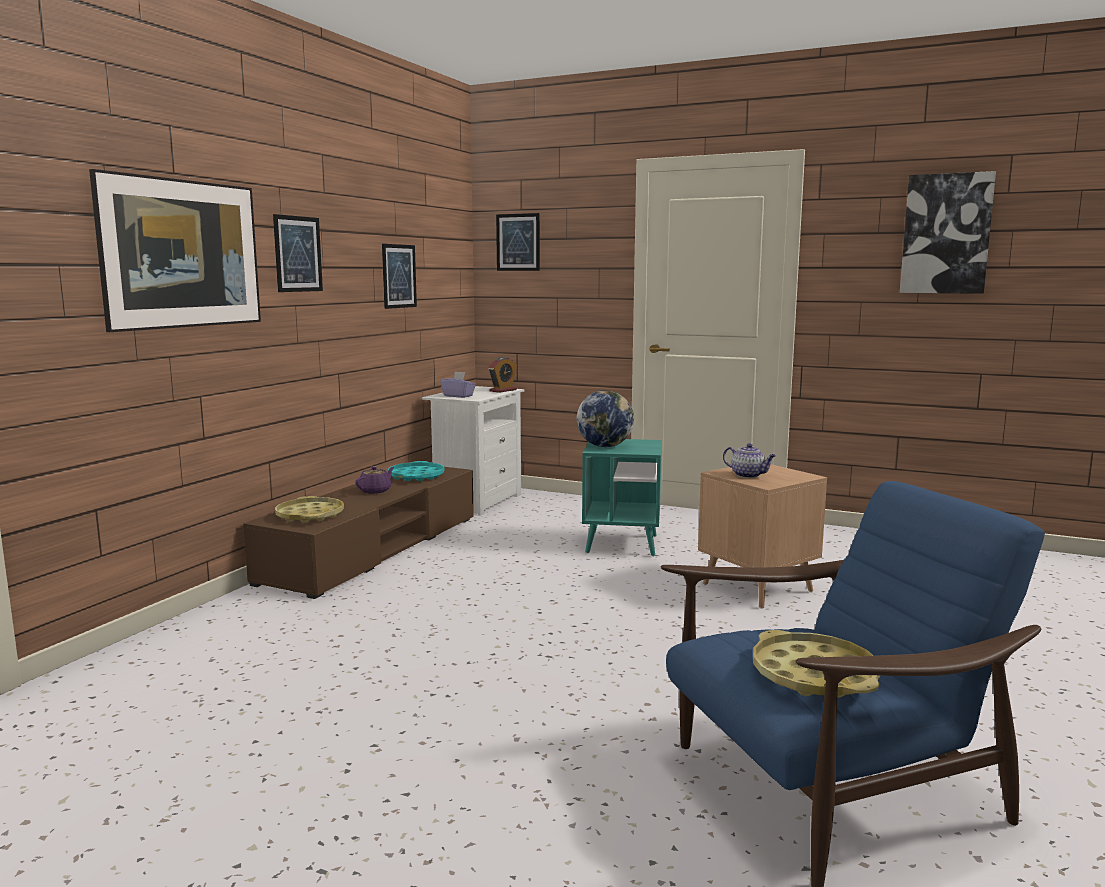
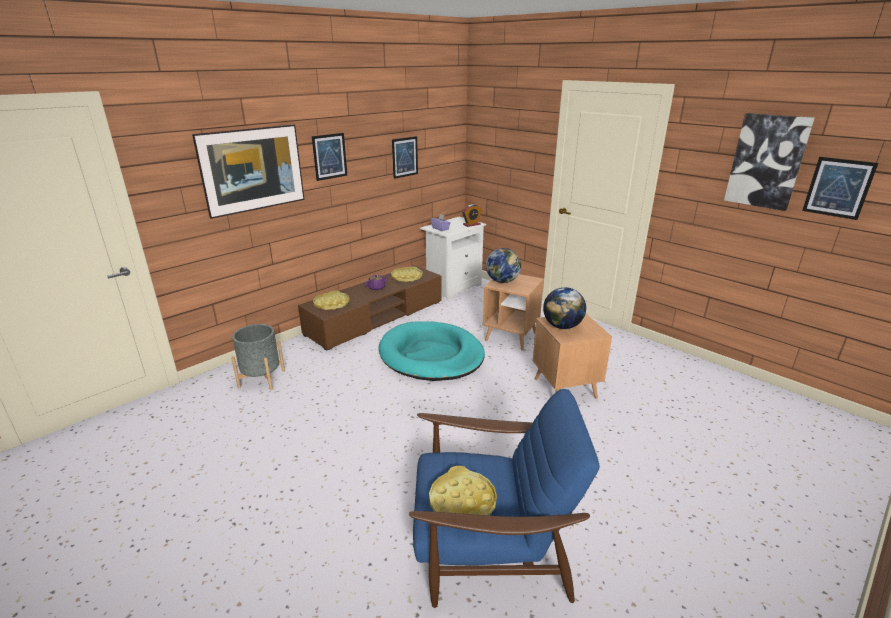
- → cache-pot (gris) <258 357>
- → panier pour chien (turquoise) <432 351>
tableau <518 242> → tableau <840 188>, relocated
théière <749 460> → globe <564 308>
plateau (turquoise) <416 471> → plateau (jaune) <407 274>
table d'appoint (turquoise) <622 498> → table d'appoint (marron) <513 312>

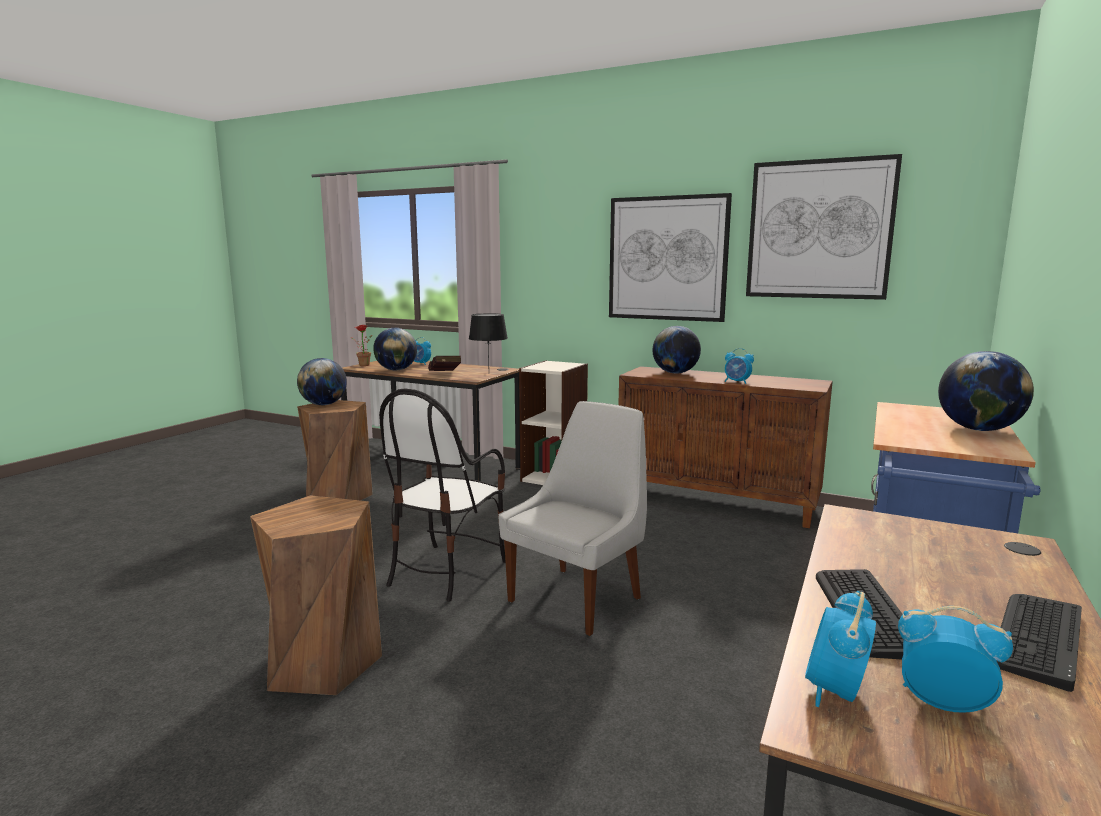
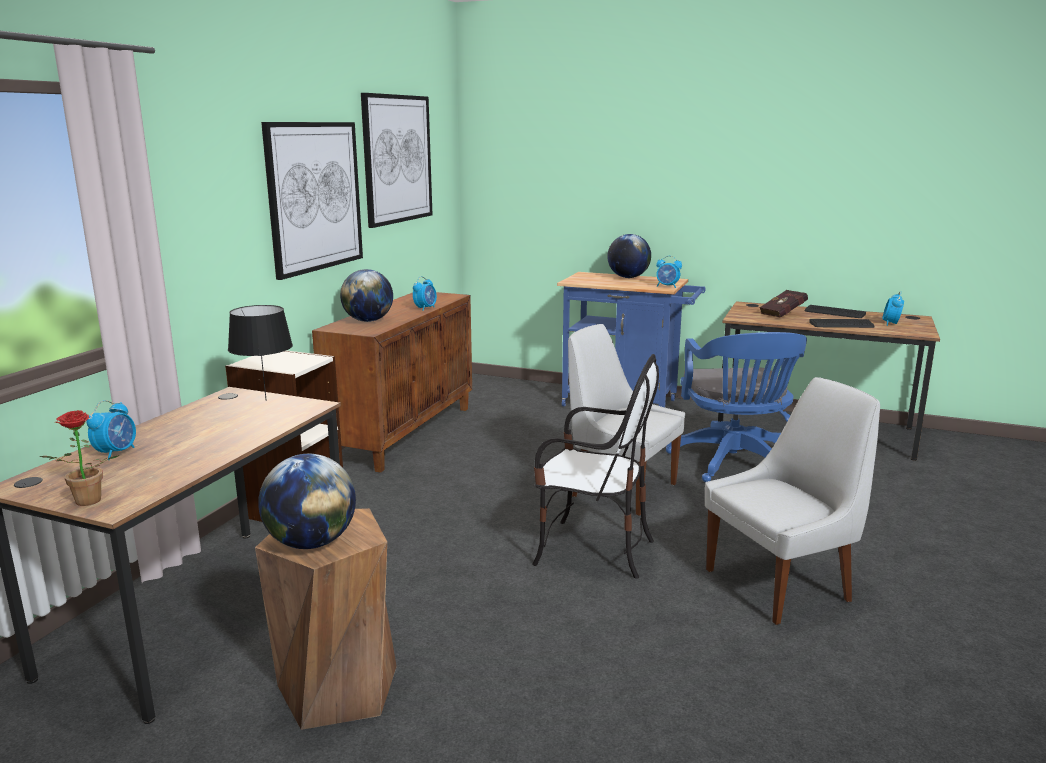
globe <395 349> → -
- → chaise de bureau (bleu) <736 407>
livre (rouge) <444 363> → livre (rouge) <783 304>, relocated
réveil <840 649> → réveil <669 272>, relocated
tabouret (marron) <316 595> → chaise (blanc) <792 501>

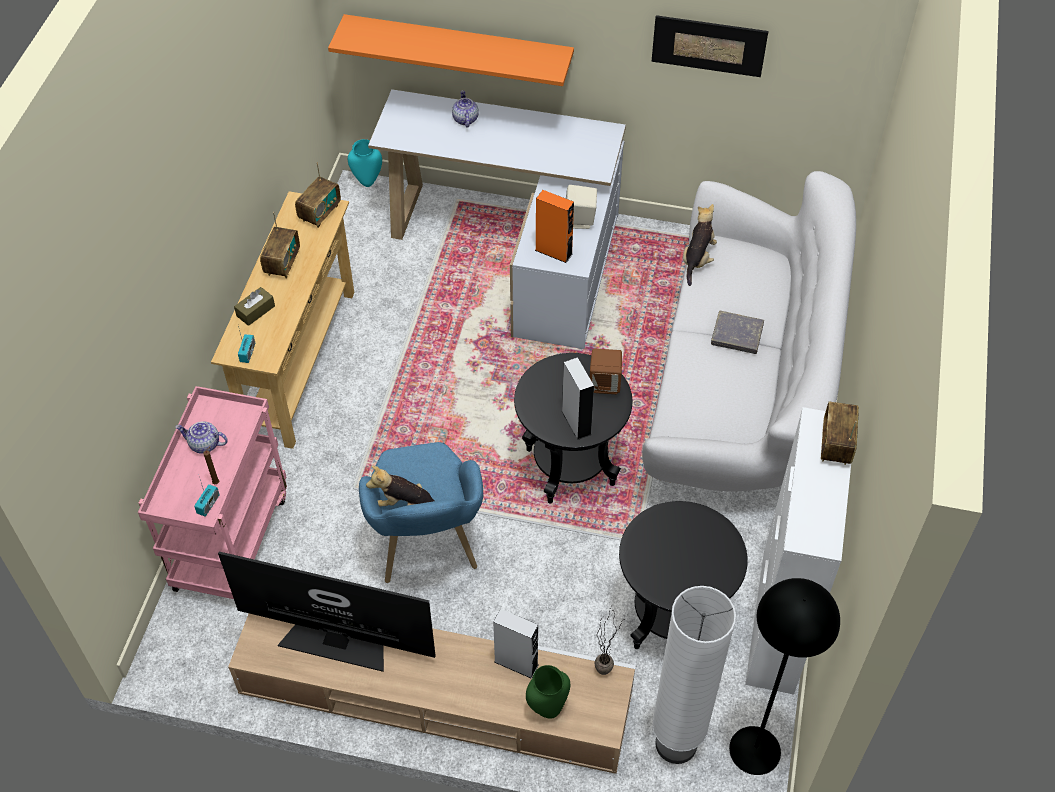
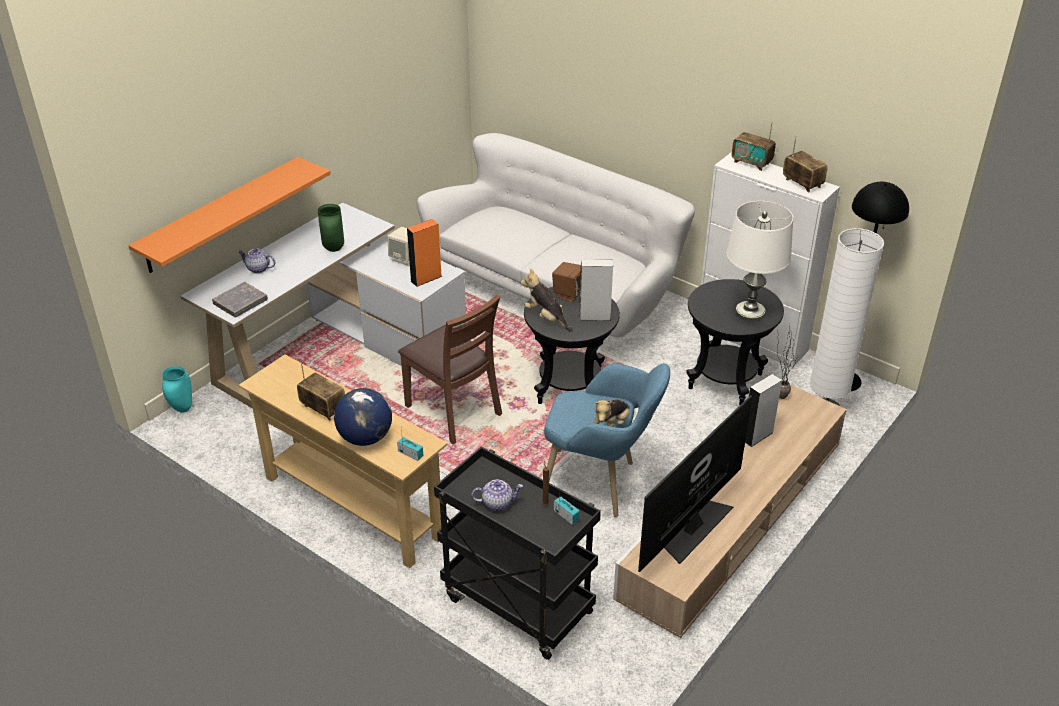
tableau <710 46> → -
- → chaise (marron) <450 369>
- → lampe de table (blanc) <759 261>
radio <318 195> → radio <805 164>, relocated
vase (vert) <548 692> → vase (vert) <331 228>, relocated
peluche <700 245> → peluche <547 300>, relocated
livre (gris) <737 332> → livre (gris) <240 300>, relocated
boîte à mouchoirs (marron) <254 306> → globe <363 417>
chariot (rose) <212 492> → chariot (noir) <517 553>
théière <202 437> → théière <497 495>, 135 degrees counterclockwise

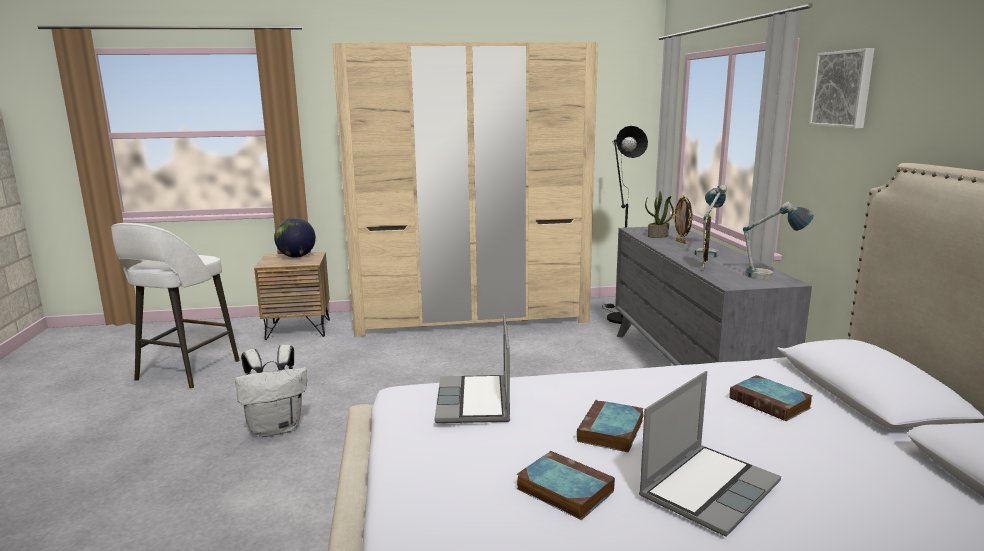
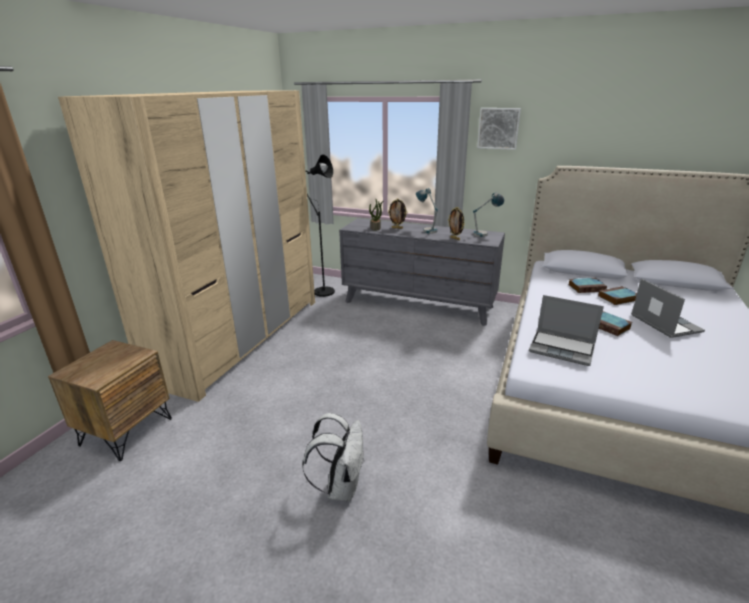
tabouret (blanc) <175 306> → -
globe <295 238> → -
livre <566 485> → livre <617 295>, relocated

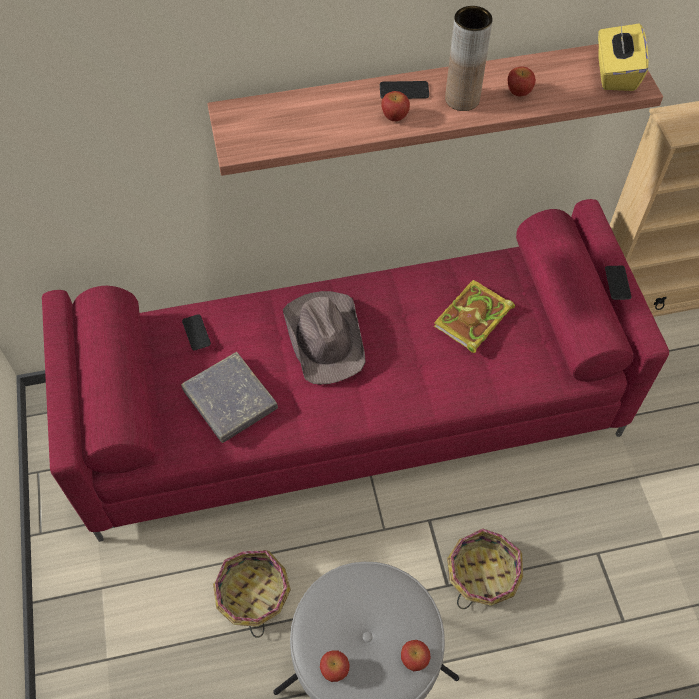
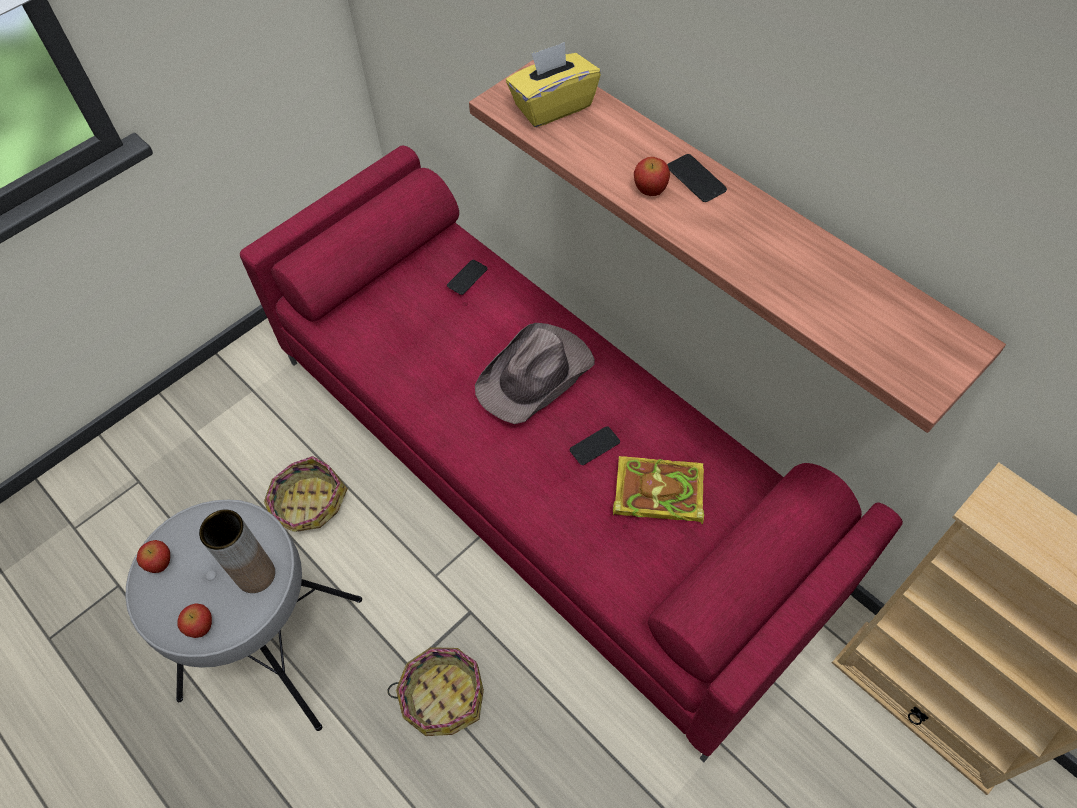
livre (gris) <229 397> → -
pomme <521 81> → -
vase (marron) <469 58> → vase (marron) <237 551>, relocated
boîte à mouchoirs (jaune) <623 57> → boîte à mouchoirs (jaune) <553 84>, relocated
téléphone <618 283> → téléphone <595 445>, relocated

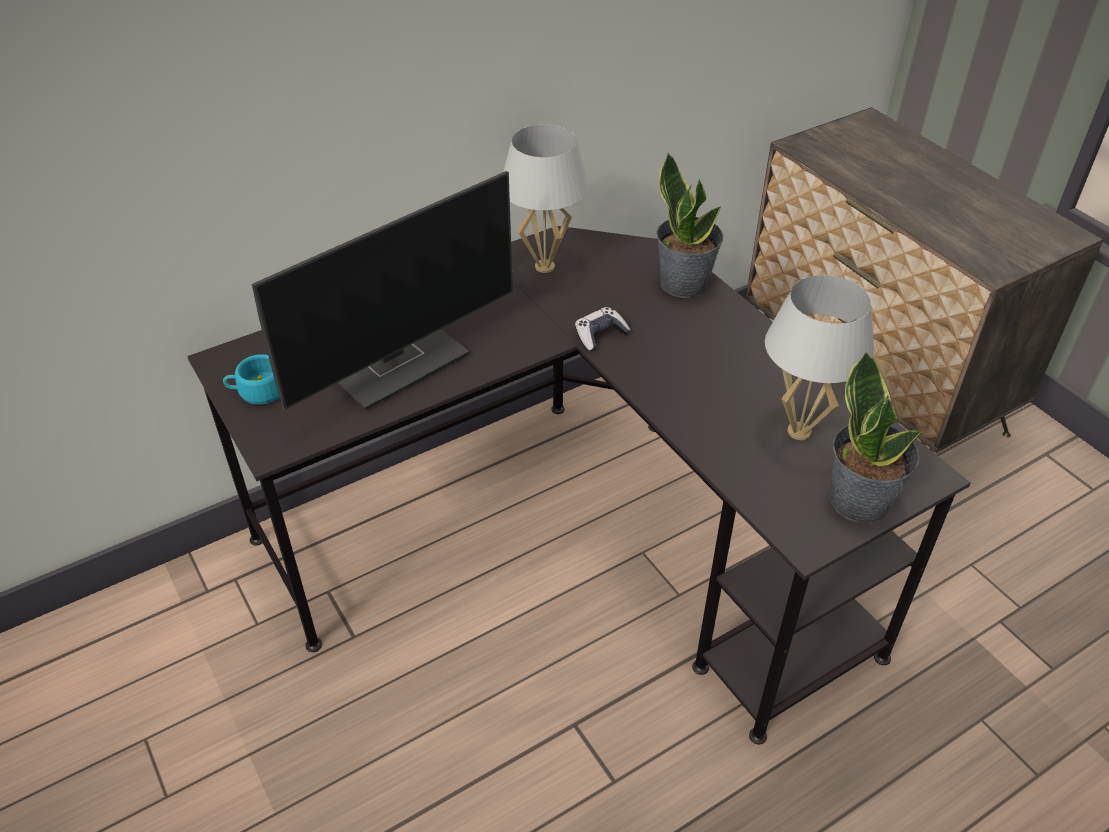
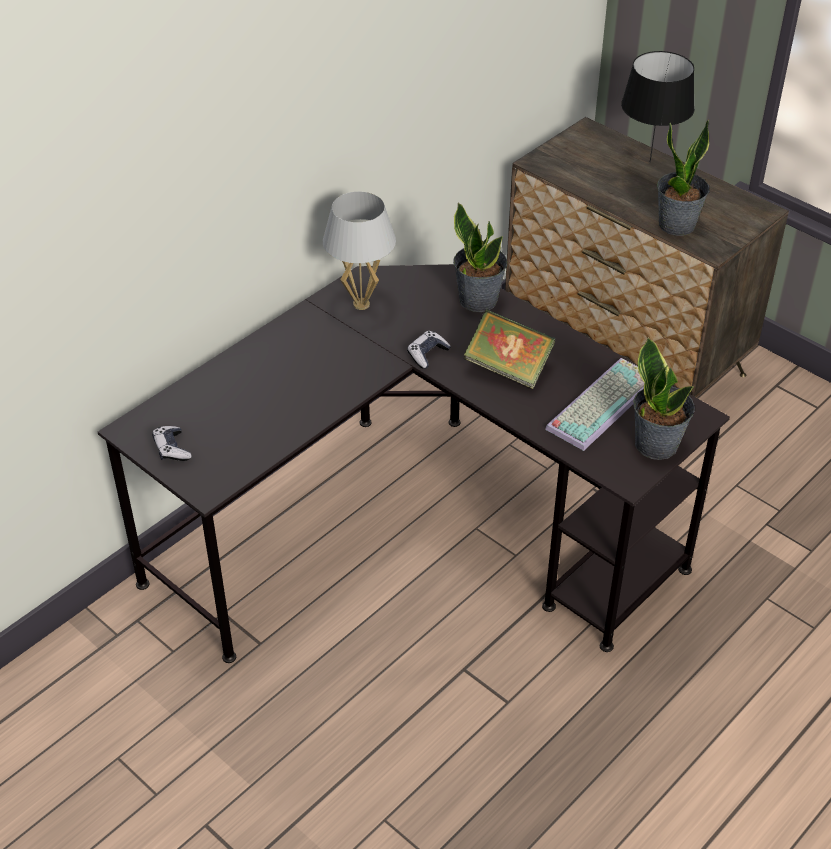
écran d'ordinateur <382 290> → -
- → livre <509 349>
- → lampe de table (noir) <658 106>
- → plante en pot <683 177>
tasse (turquoise) <251 379> → manette <172 443>
lampe de table (blanc) <819 357> → clavier <594 404>

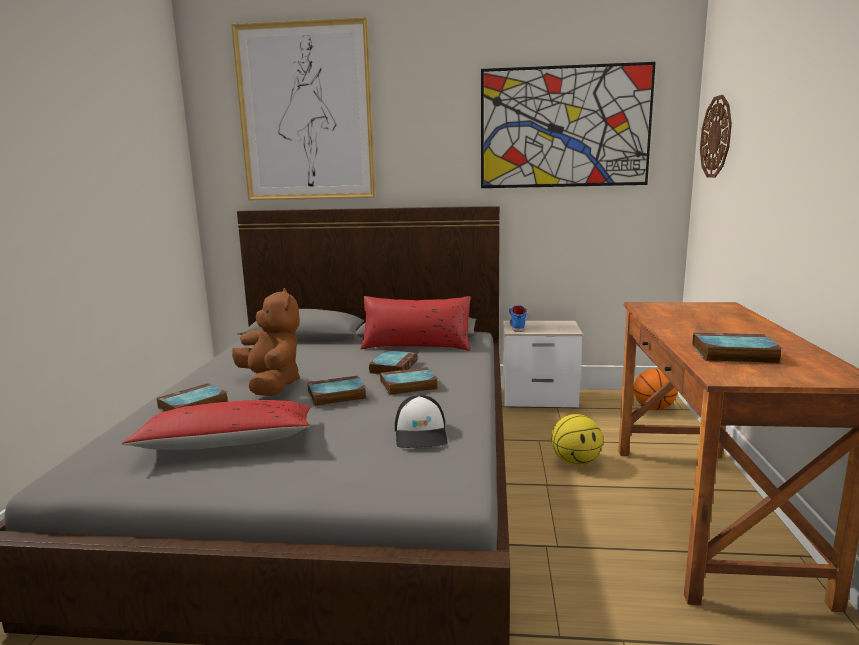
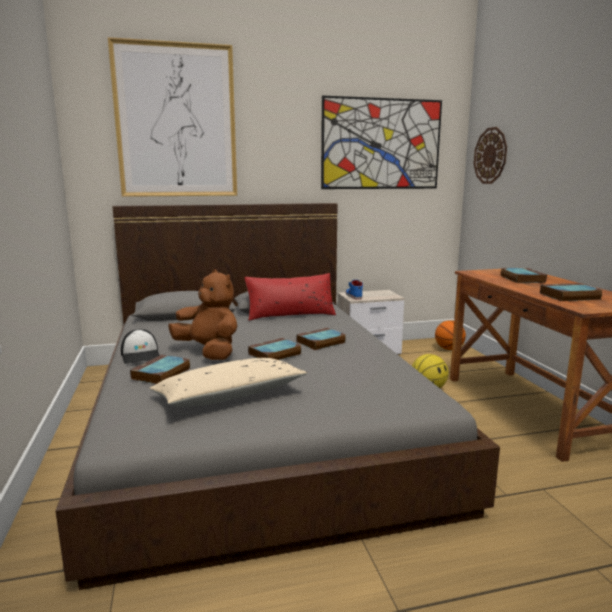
livre <393 362> → livre <524 275>, relocated
casquette <421 421> → casquette <140 346>, relocated
coussin (rouge) <216 425> → coussin (beige) <228 382>

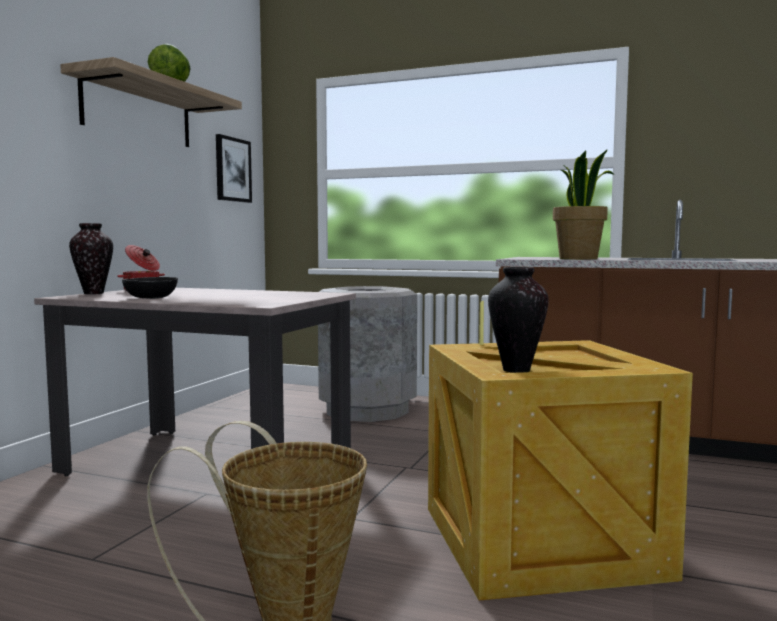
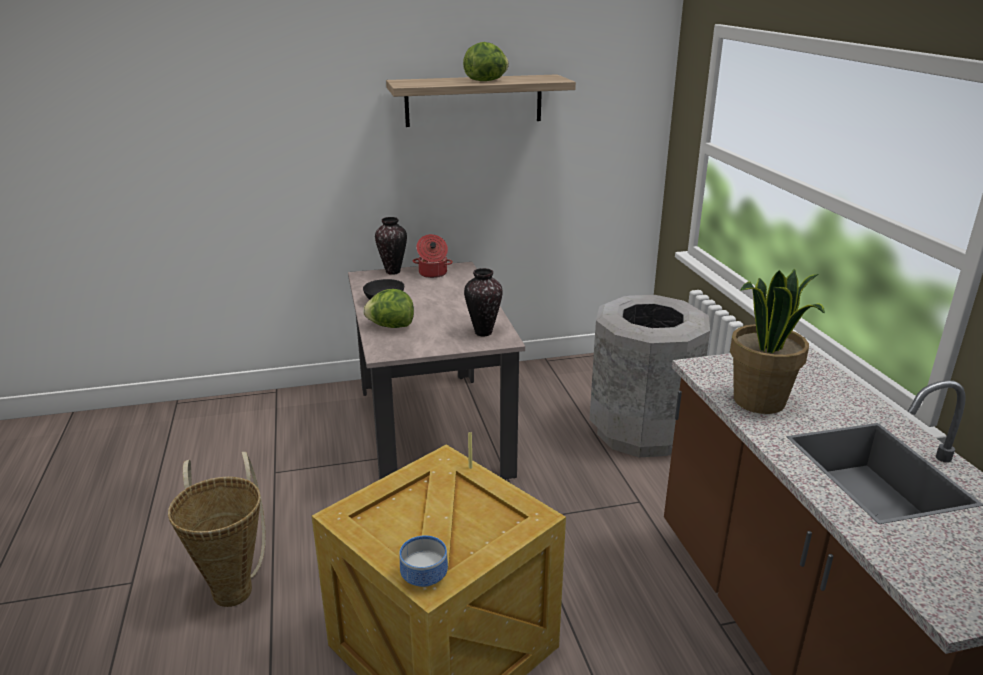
tableau <234 168> → -
- → laitue <388 308>
- → bol <423 561>
vase <518 320> → vase <483 302>, relocated

